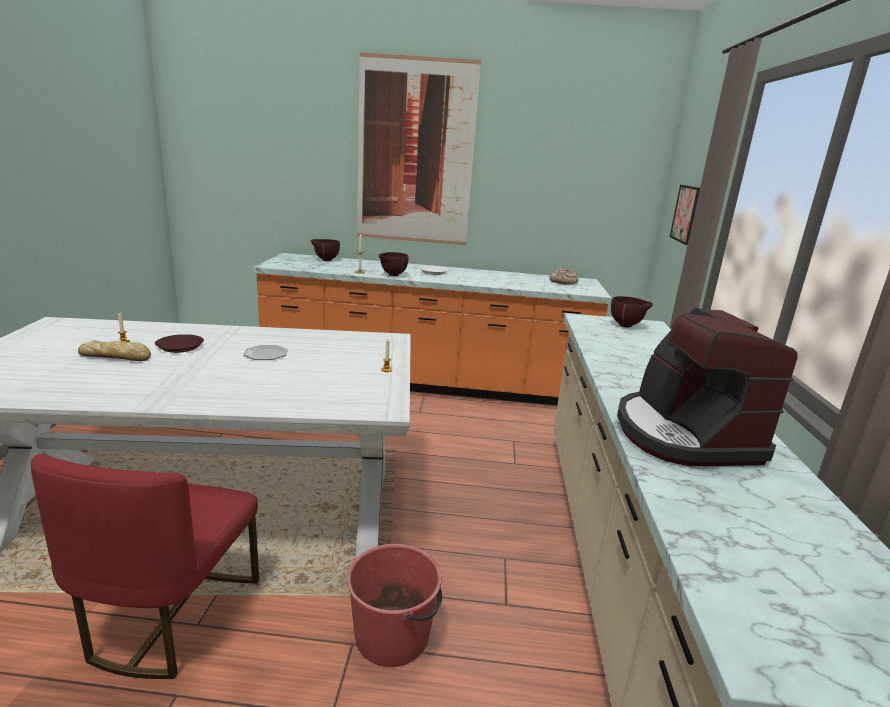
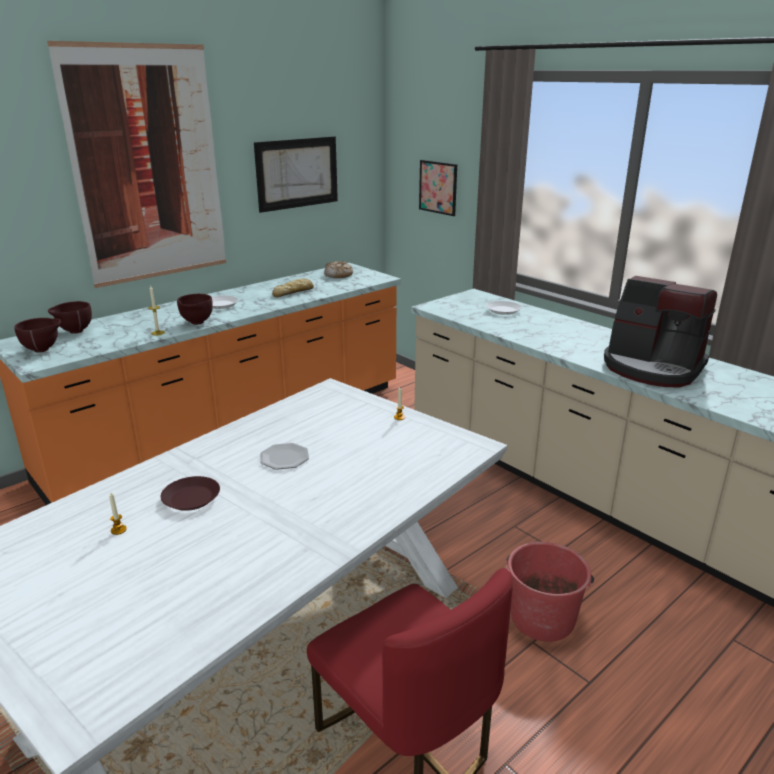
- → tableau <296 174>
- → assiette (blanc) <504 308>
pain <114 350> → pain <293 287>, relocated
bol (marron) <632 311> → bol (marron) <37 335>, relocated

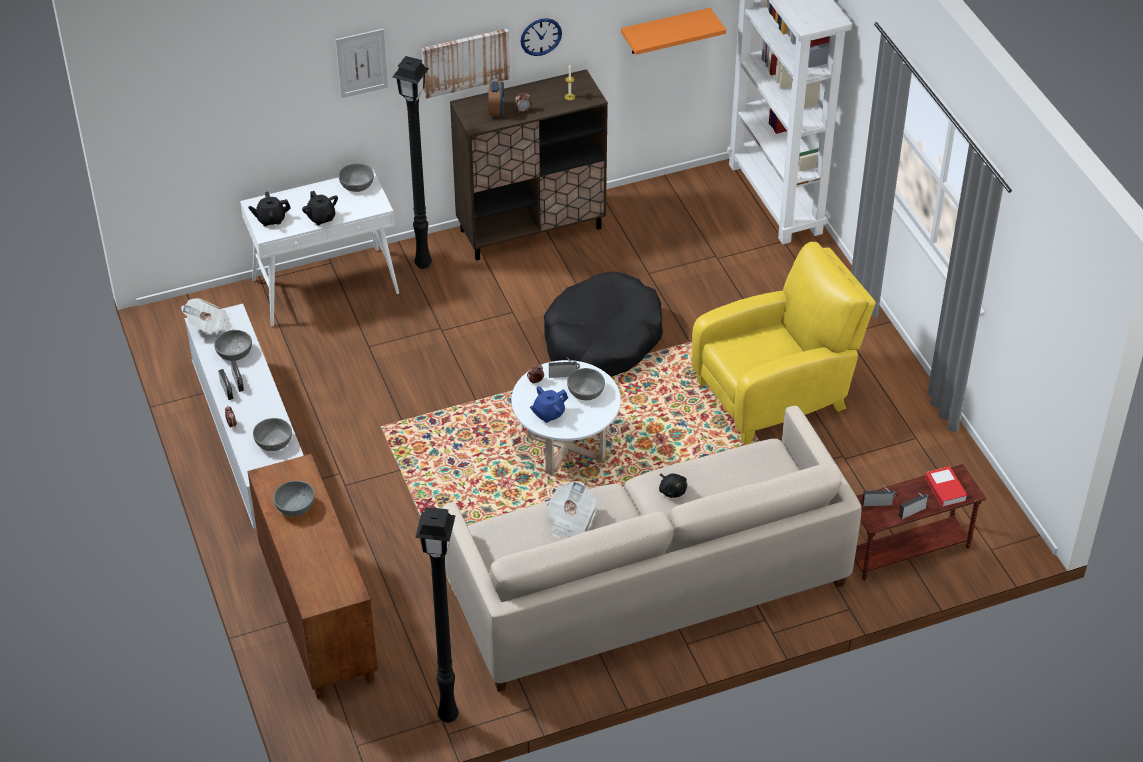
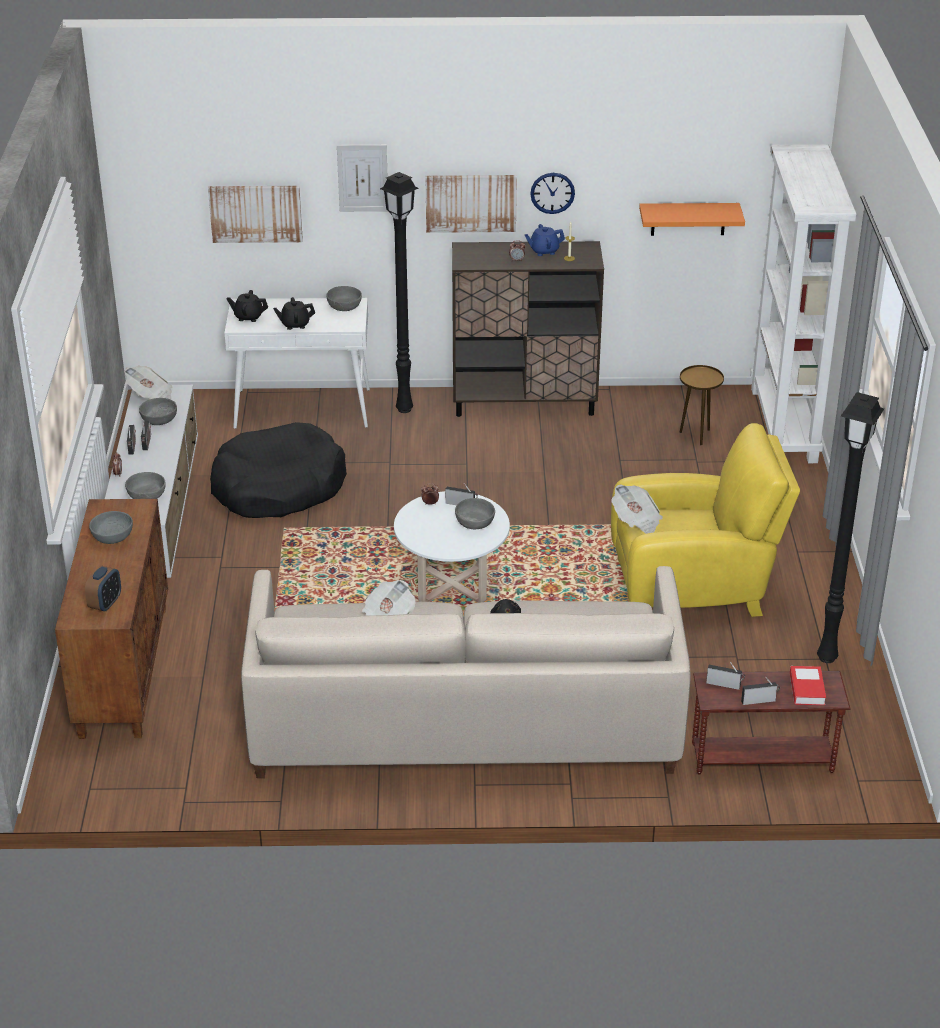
- → tableau <255 214>
- → journal <637 509>
- → table d'appoint (marron) <701 405>
lampadaire (noir) <437 615> → lampadaire (noir) <850 527>, relocated
réveil <496 98> → réveil <103 589>, relocated
théière (bleu) <549 404> → théière (bleu) <545 240>, relocated
panier pour chien (noir) <603 324> → panier pour chien (noir) <278 470>, relocated
théière (noir) <320 208> → théière (noir) <294 313>, 90 degrees clockwise

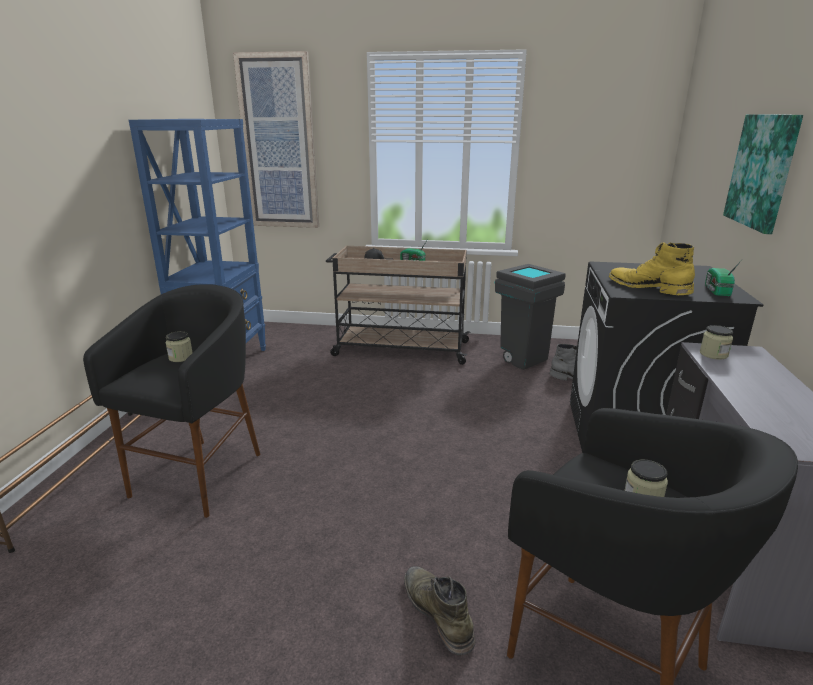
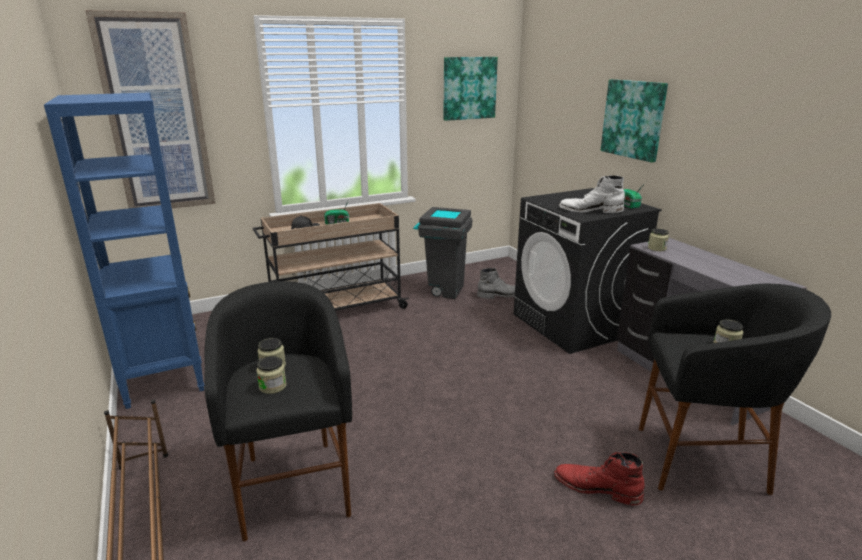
- → bocal <272 375>
- → tableau <470 89>
botte (vert) <439 610> → botte (rouge) <599 478>
botte (jaune) <652 268> → botte (blanc) <592 194>

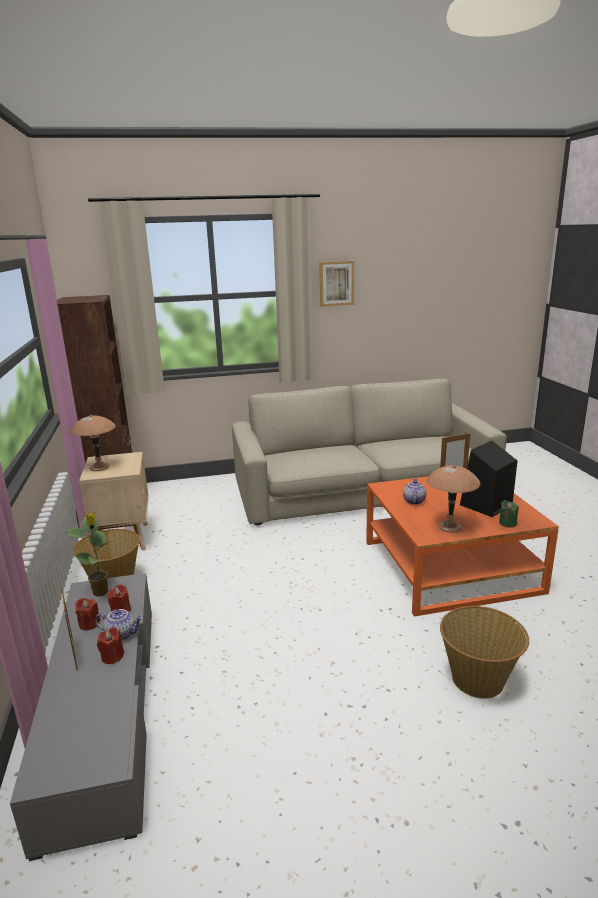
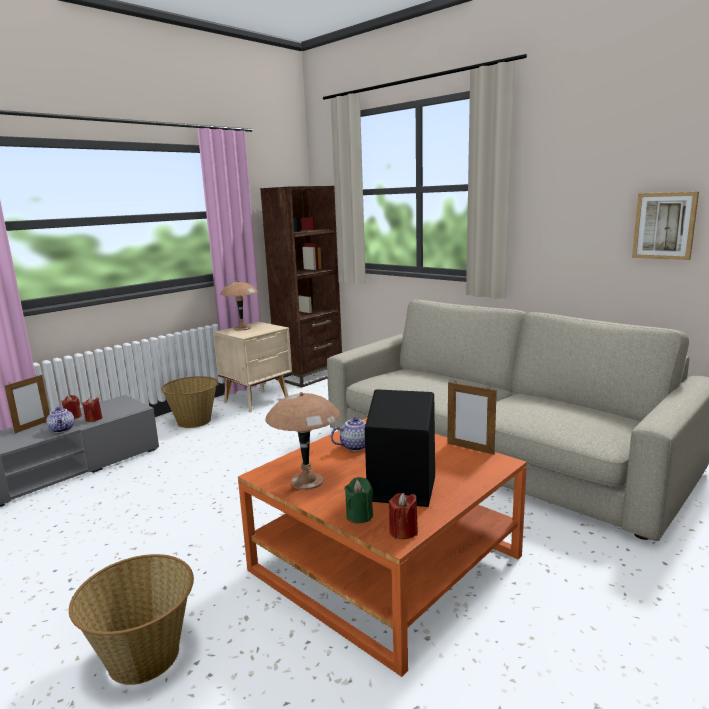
plante en pot <90 554> → -
bougie (rouge) <110 645> → bougie (rouge) <403 516>, relocated
tableau <336 284> → tableau <665 226>, relocated

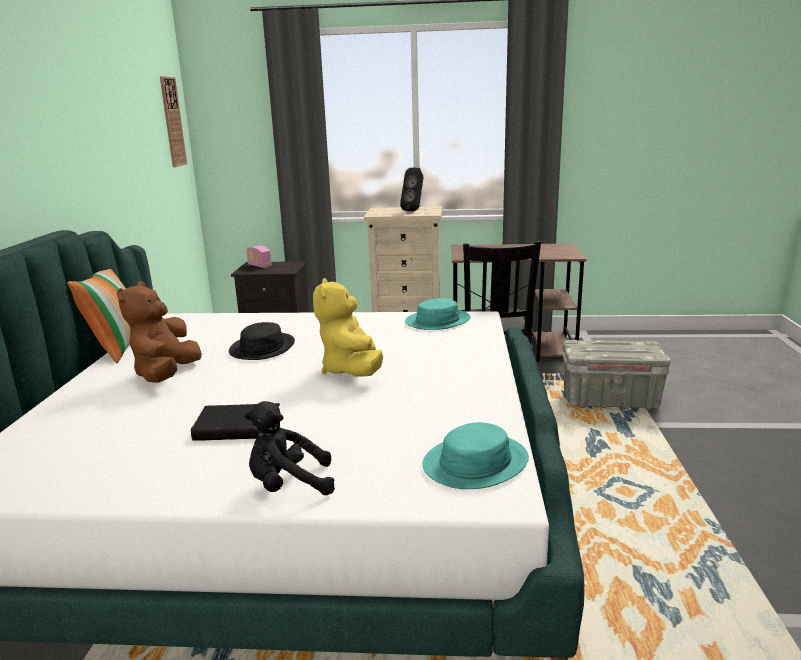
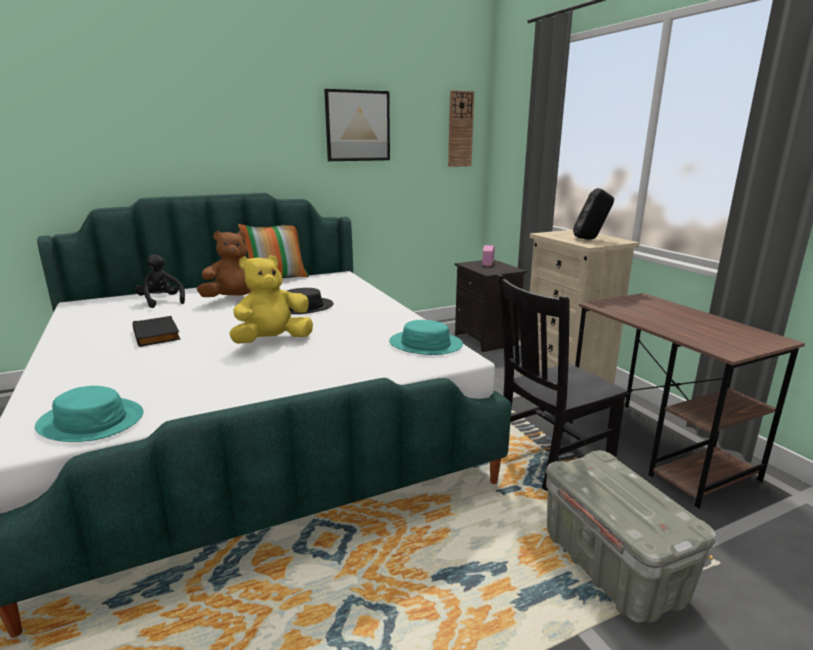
- → tableau <357 125>
peluche (noir) <289 448> → peluche (noir) <160 281>, relocated

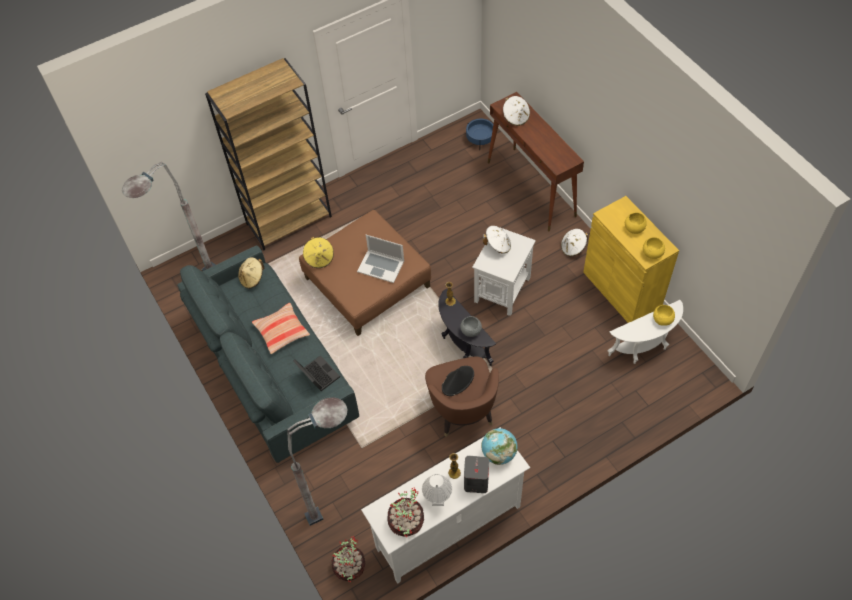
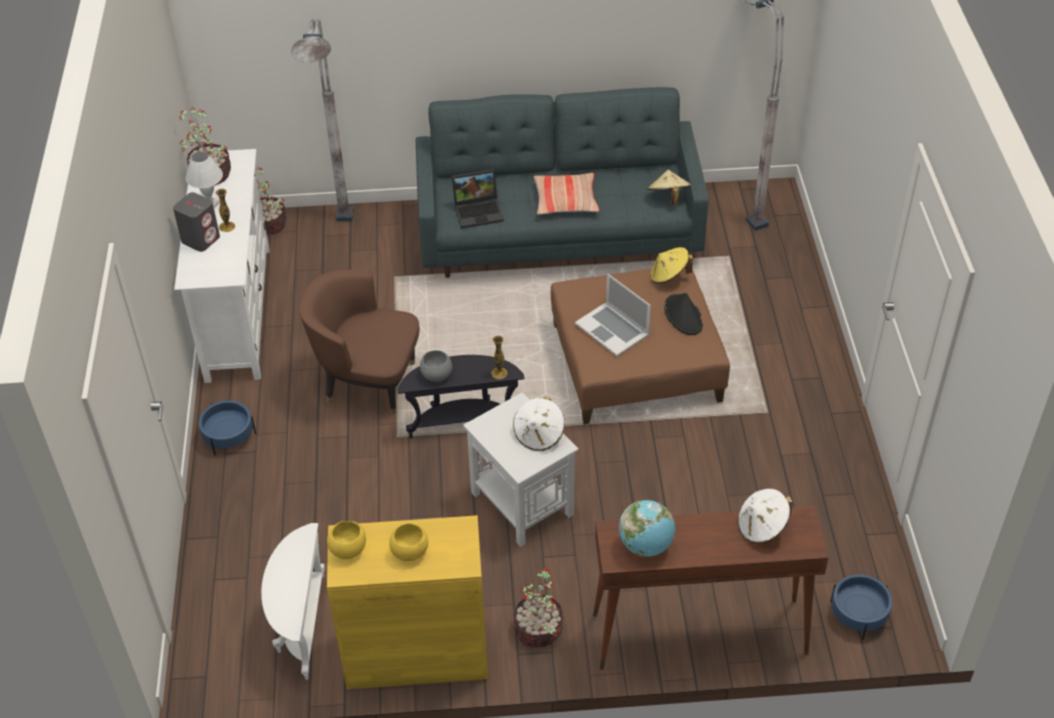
bibliothèque (marron) <268 154> → -
bol (jaune) <664 315> → -
- → cache-pot (bleu) <227 428>
chapeau (noir) <458 381> → chapeau (noir) <683 314>, relocated
globe <499 446> → globe <647 528>, relocated
chapeau (blanc) <574 242> → plante en pot <538 607>
ordinateur portable <380 259> → ordinateur portable <613 314>, 90 degrees counterclockwise

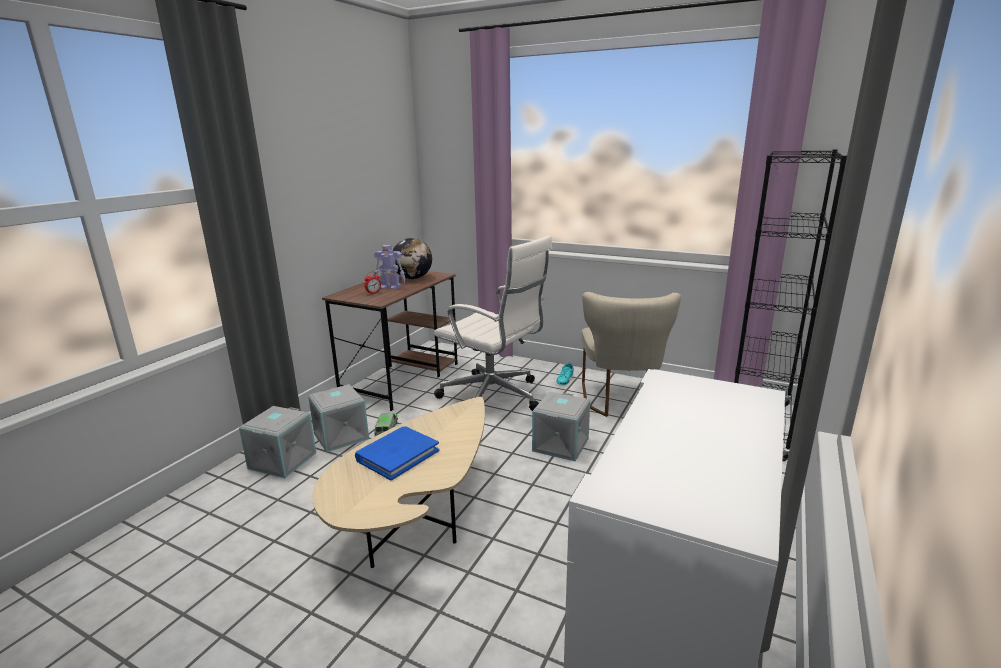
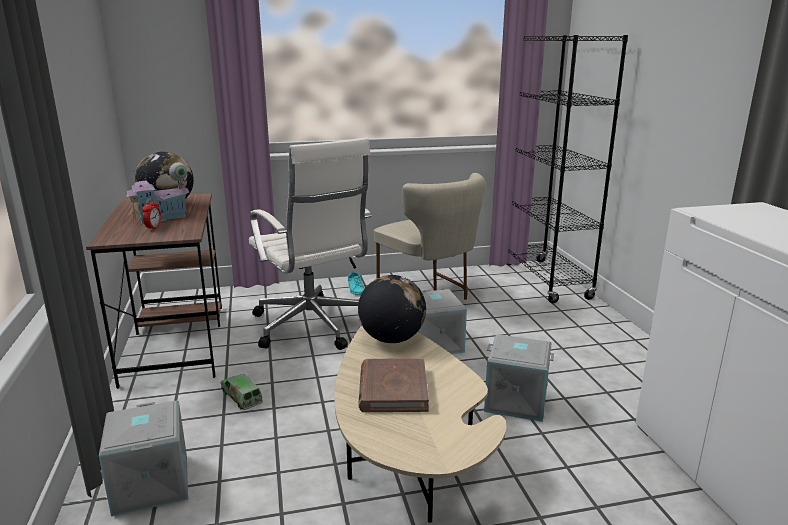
- → globe <392 309>
boîte de rangement (gris) <338 418> → boîte de rangement (gris) <519 378>, relocated
robot jouet <389 267> → maison miniature <158 193>
livre (bleu) <397 453> → livre (marron) <393 385>
chaise de bureau (blanc) <493 323> → chaise de bureau (blanc) <310 244>, 60 degrees clockwise

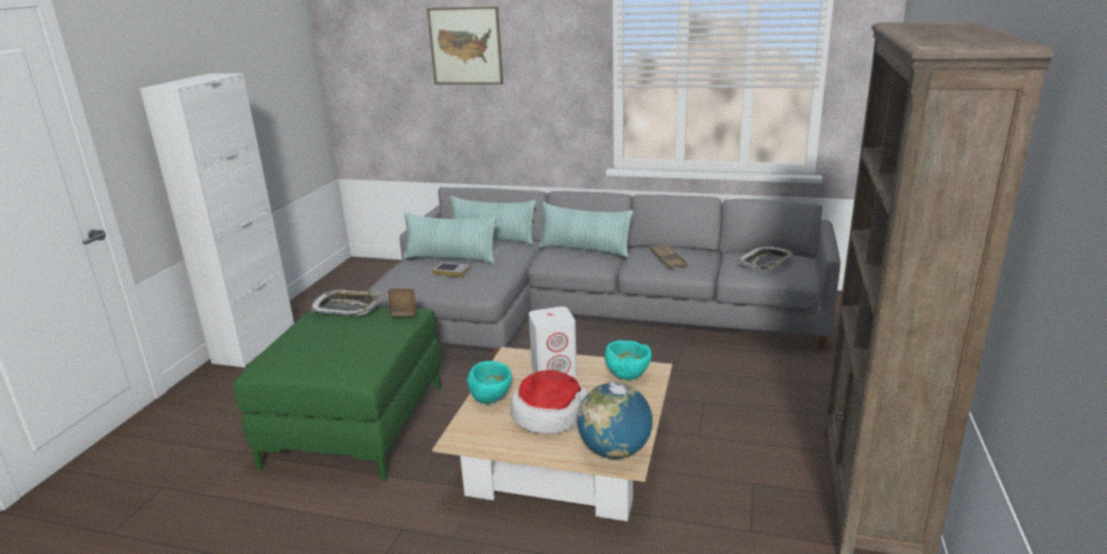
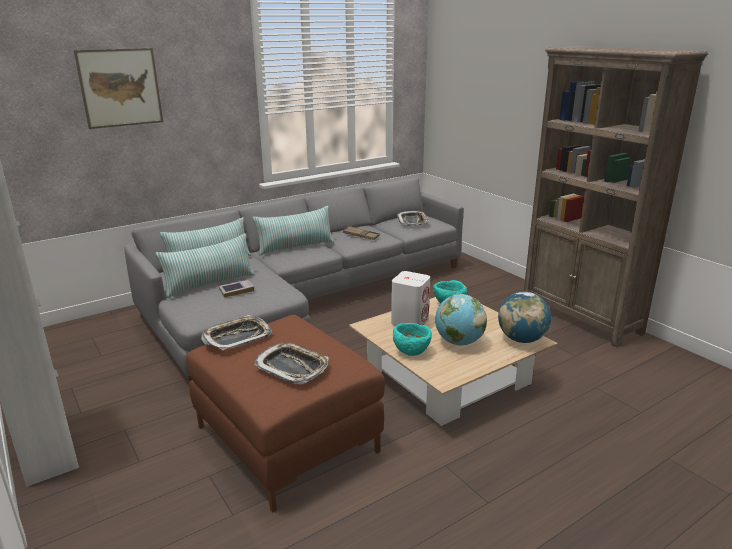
livre (marron) <402 302> → -
- → plateau <291 363>
chapeau <549 402> → globe <461 319>
pouf (vert) <337 394> → pouf (marron) <285 414>

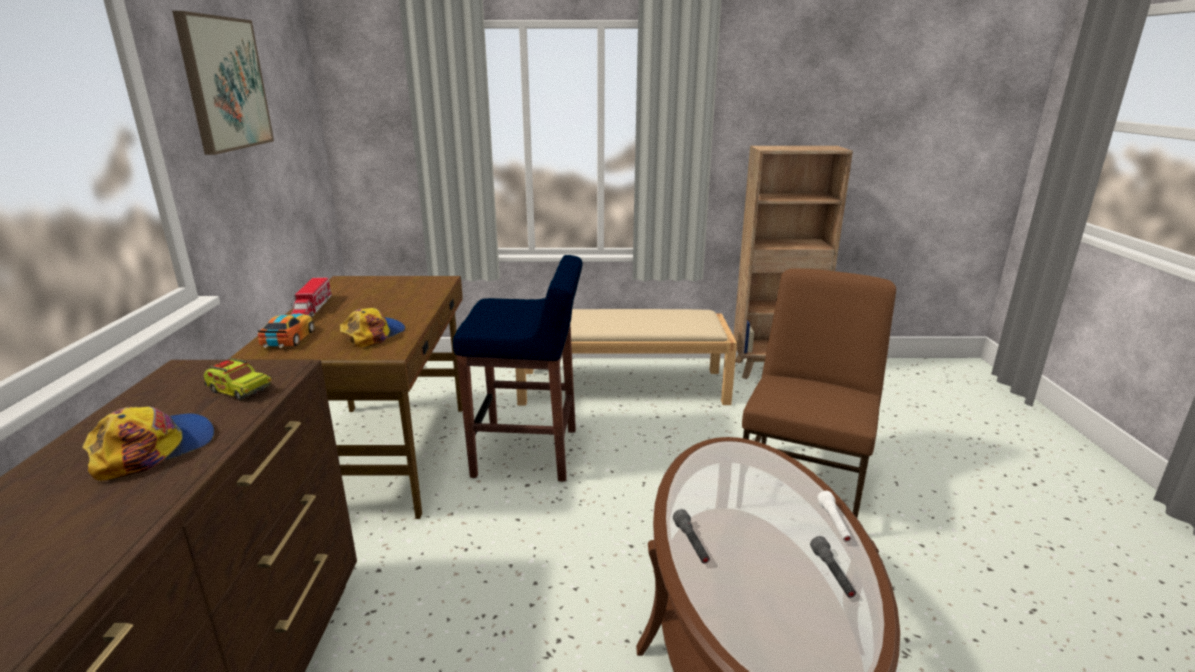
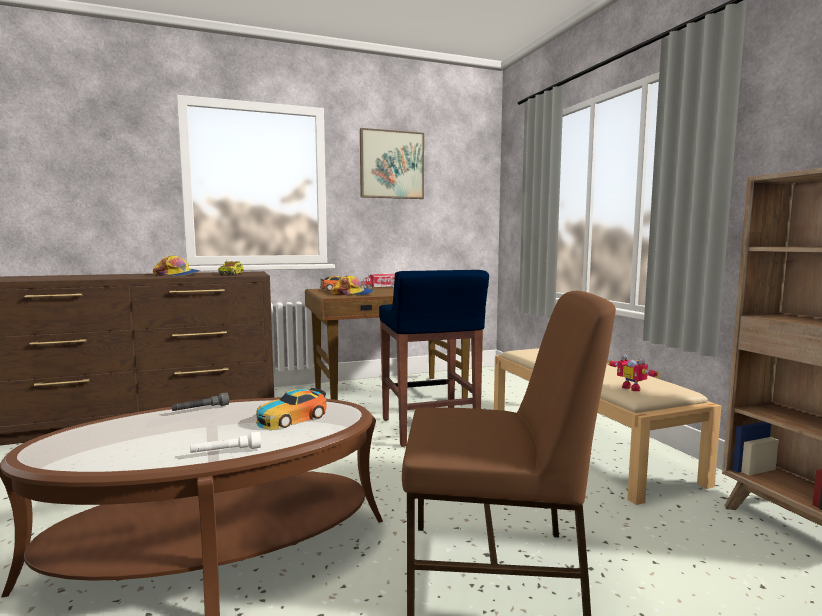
lampe de poche (gris) <833 567> → -
- → petite voiture <291 409>
- → robot jouet <634 373>

